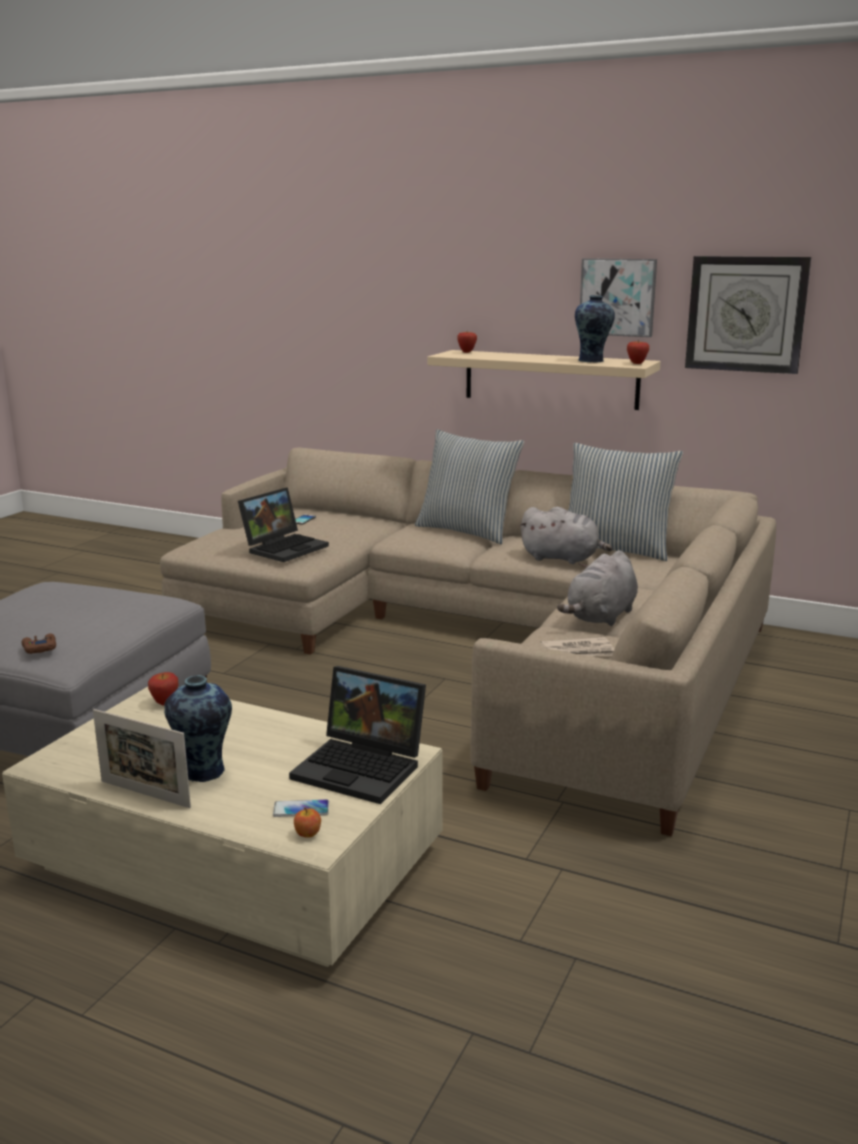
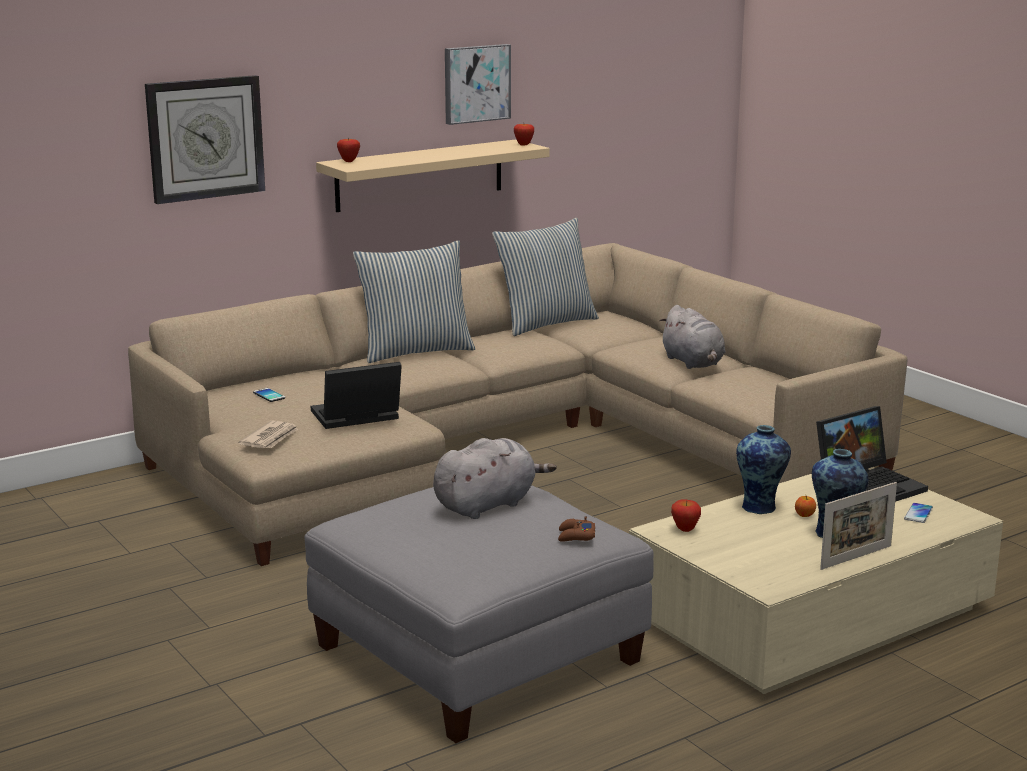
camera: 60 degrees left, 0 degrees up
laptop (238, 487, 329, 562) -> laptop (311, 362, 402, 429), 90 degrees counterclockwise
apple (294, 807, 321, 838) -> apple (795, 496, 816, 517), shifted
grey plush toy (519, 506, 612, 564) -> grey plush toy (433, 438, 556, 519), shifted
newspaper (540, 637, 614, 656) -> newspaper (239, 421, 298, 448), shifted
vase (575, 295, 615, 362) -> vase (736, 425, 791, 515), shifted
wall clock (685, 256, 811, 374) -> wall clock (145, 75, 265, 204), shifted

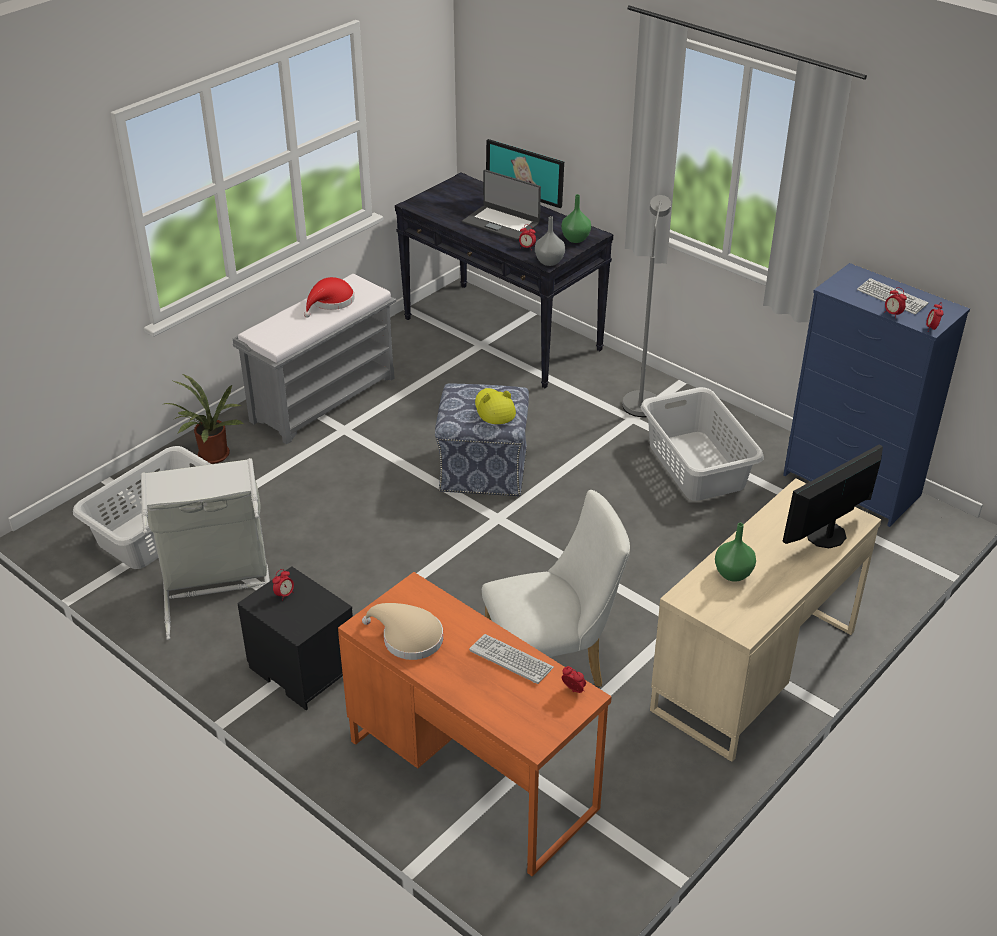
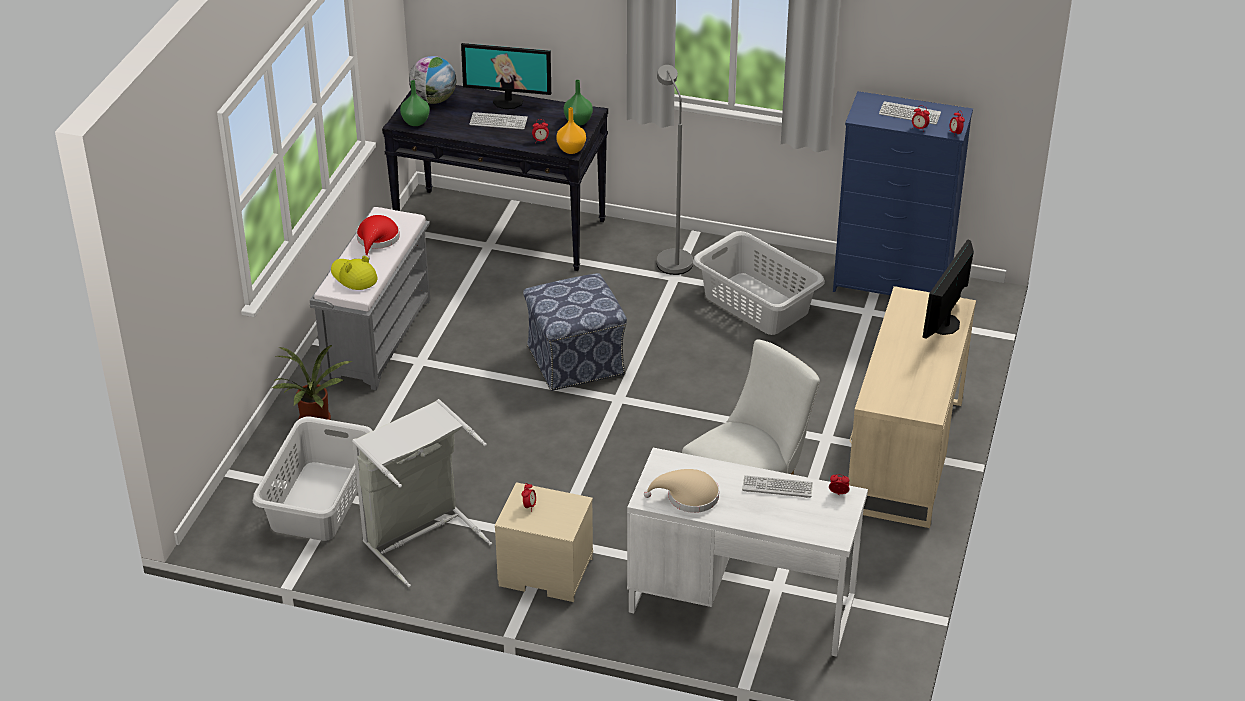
camera: 25 degrees left, 0 degrees up
black nightstand (238, 566, 353, 711) -> beige nightstand (495, 482, 593, 602)
orange desk (338, 572, 612, 877) -> white desk (627, 448, 868, 657)
laptop (462, 170, 541, 241) -> keyboard (469, 112, 528, 129)
yellow hat (475, 388, 516, 424) -> yellow hat (331, 256, 378, 290), shifted
grey vase (535, 216, 565, 266) -> orange vase (556, 107, 586, 154)
green vase (715, 523, 756, 582) -> green vase (400, 80, 430, 126), shifted
none -> globe (409, 56, 456, 104)

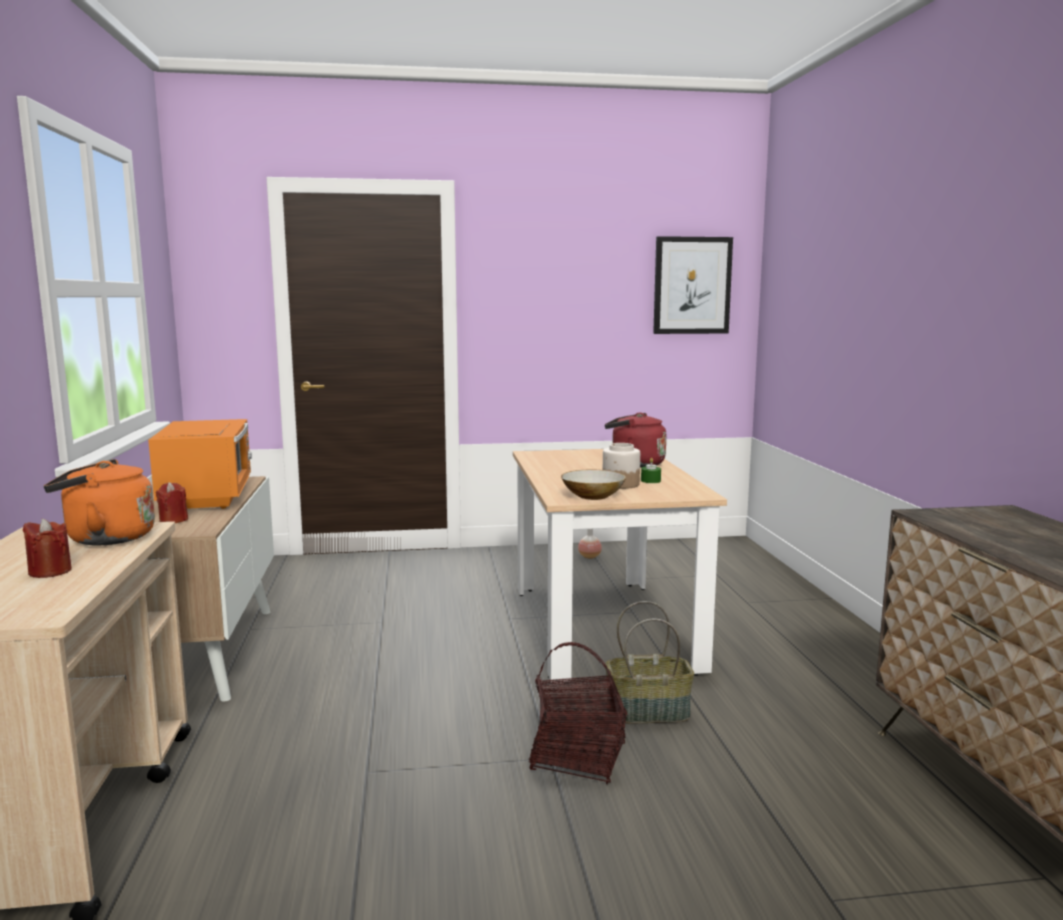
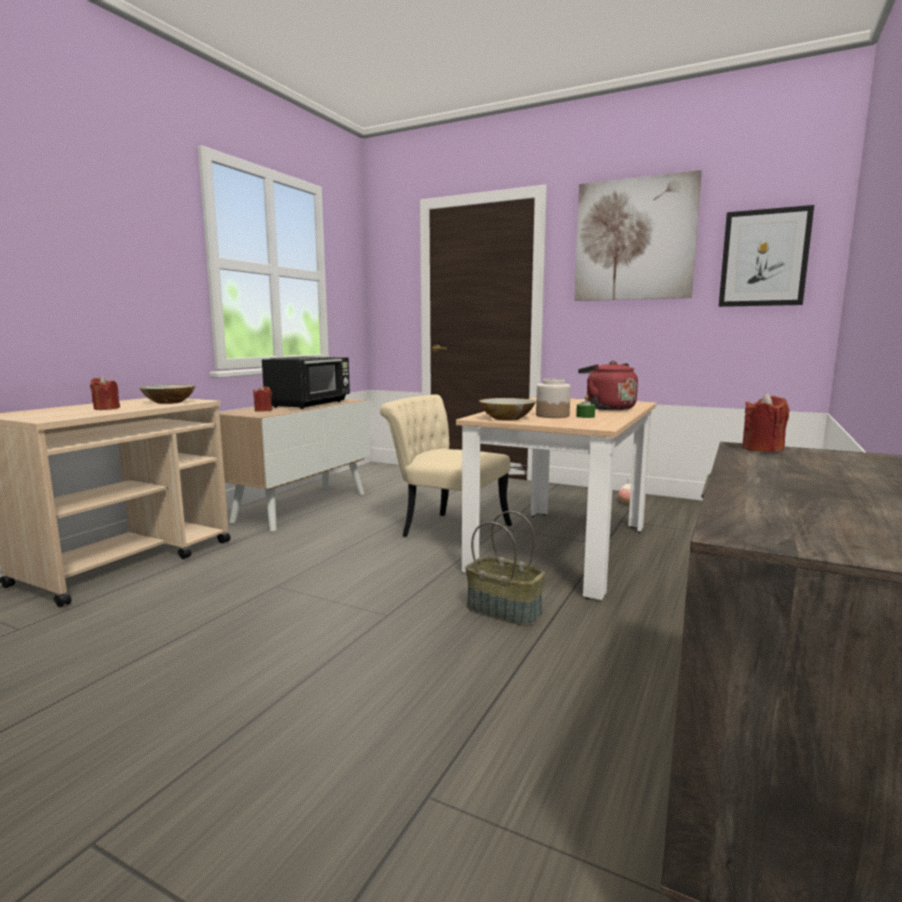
camera: 35 degrees right, 0 degrees up
orange kettle (44, 459, 155, 545) -> bowl (139, 384, 195, 404)
orange microwave (148, 419, 252, 509) -> black microwave (262, 357, 350, 409)
basket (529, 642, 628, 784) -> none
none -> beige chair (380, 394, 512, 537)
none -> picture (574, 170, 702, 301)
none -> red candle (742, 393, 790, 452)

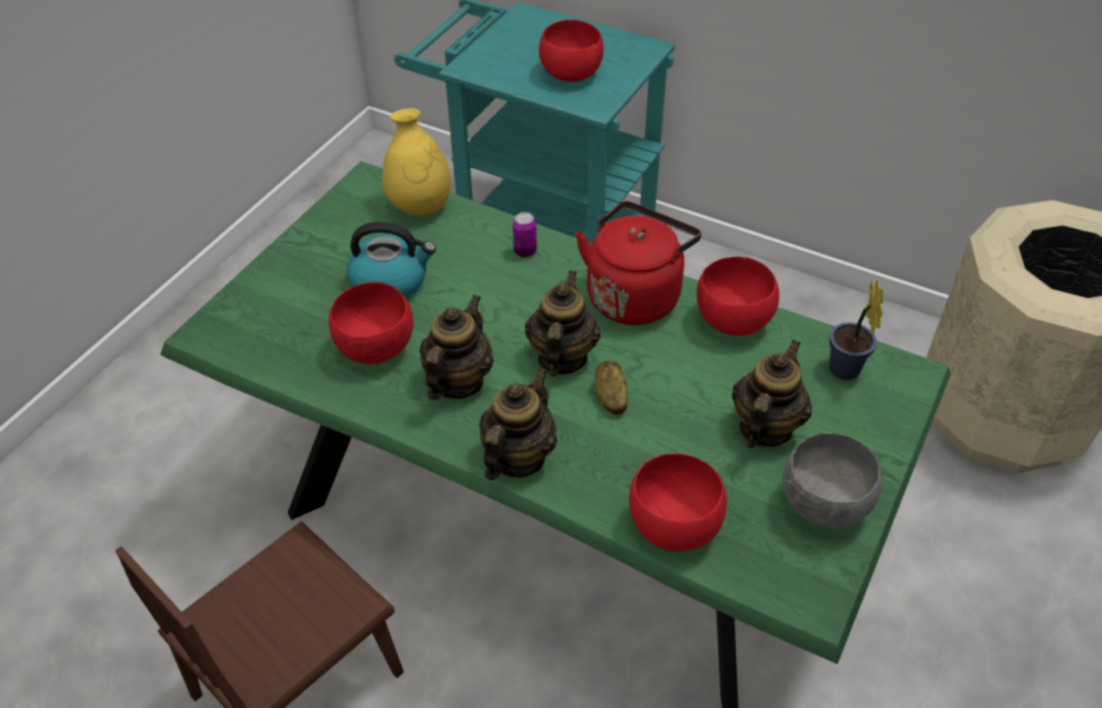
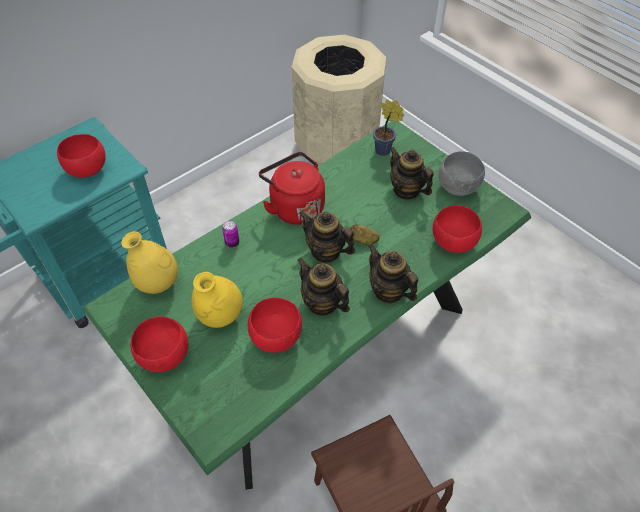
camera: 70 degrees left, 5 degrees up
kettle (347, 222, 436, 298) -> yellow vase (192, 272, 243, 328)
red bowl (697, 257, 779, 336) -> red bowl (131, 317, 188, 372), shifted

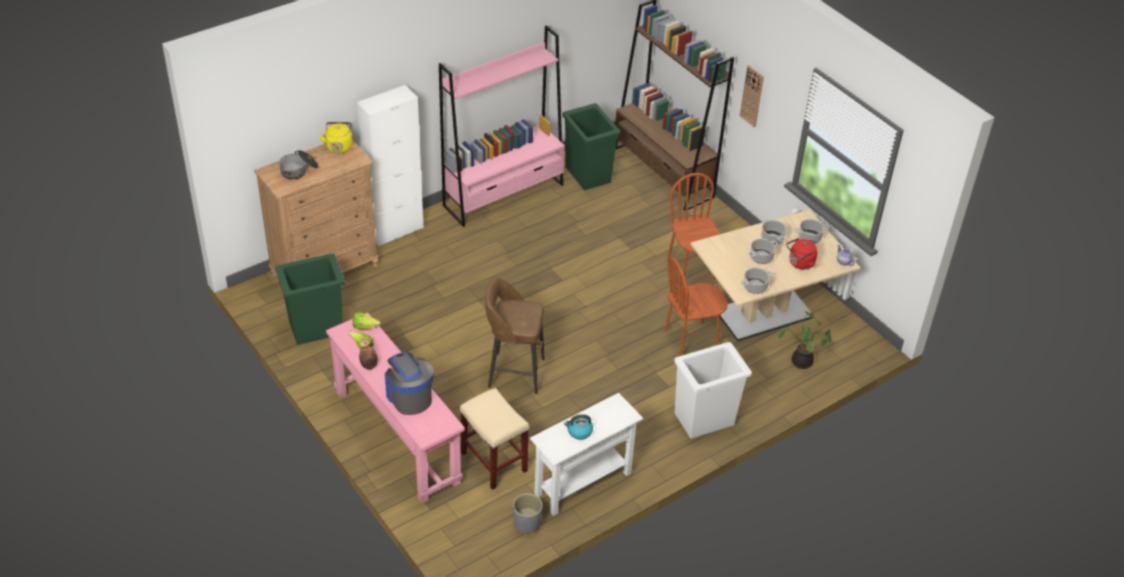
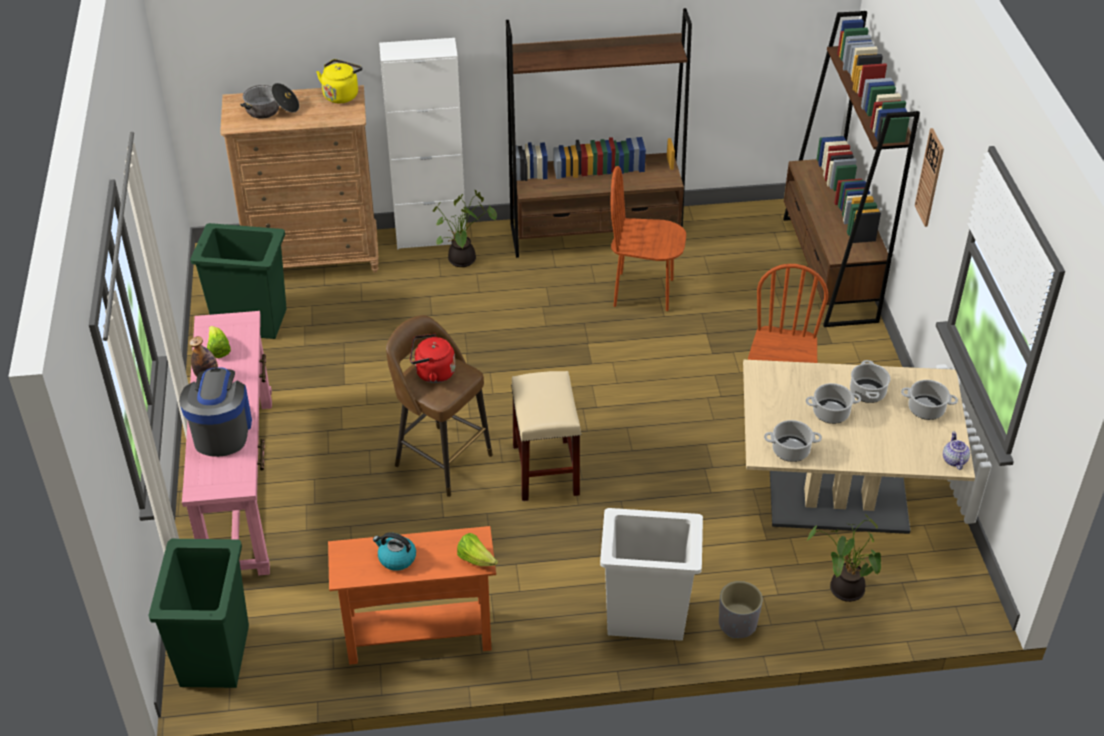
camera: 30 degrees right, 0 degrees up
lettuce (353, 312, 381, 329) -> lettuce (457, 533, 498, 566), shifted
pink bookcase (439, 25, 565, 227) -> brown bookcase (506, 8, 692, 258)
beige stool (460, 388, 529, 490) -> beige stool (511, 371, 581, 501), shifted
grey planter (513, 493, 543, 534) -> grey planter (719, 581, 762, 639), shifted
white console table (530, 393, 643, 516) -> orange console table (328, 526, 496, 665)
green trash can (562, 103, 620, 190) -> green trash can (149, 539, 249, 688), shifted
brown chair (665, 257, 728, 356) -> brown chair (611, 166, 686, 311), shifted
red kettle (786, 238, 818, 270) -> red kettle (410, 334, 455, 383), shifted
none -> potted plant (433, 190, 497, 267)

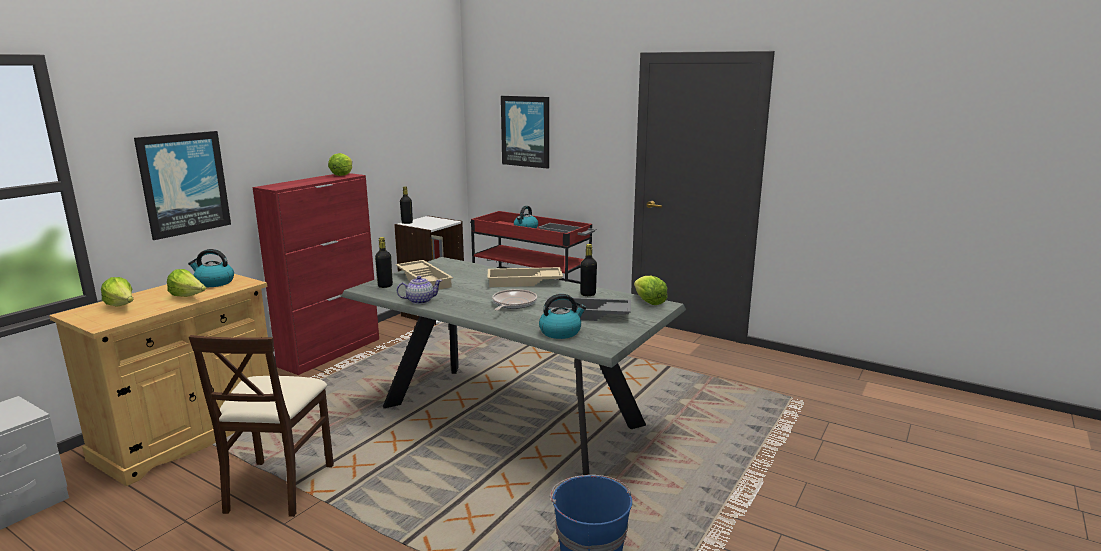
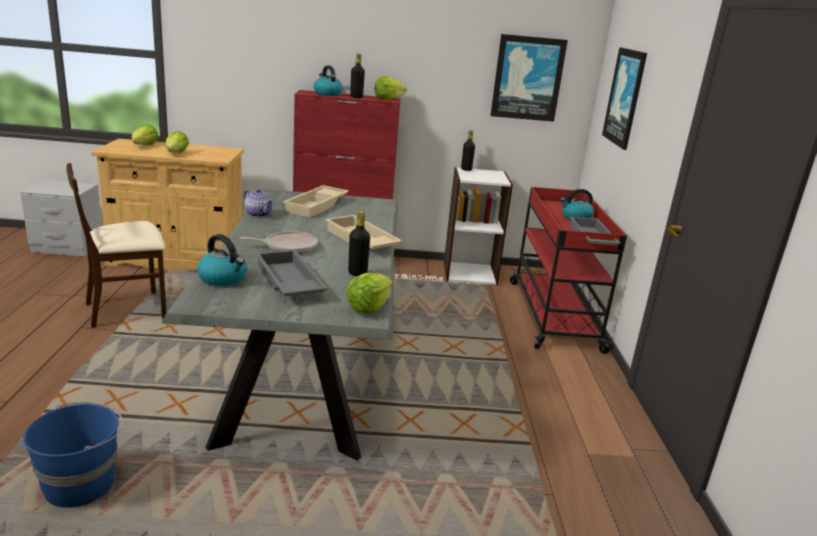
camera: 55 degrees right, 5 degrees up
picture (134, 131, 231, 240) -> picture (490, 34, 568, 122), shifted
kettle (188, 249, 234, 287) -> kettle (314, 65, 343, 96), shifted
black bottle (375, 237, 393, 288) -> black bottle (350, 54, 365, 98), shifted

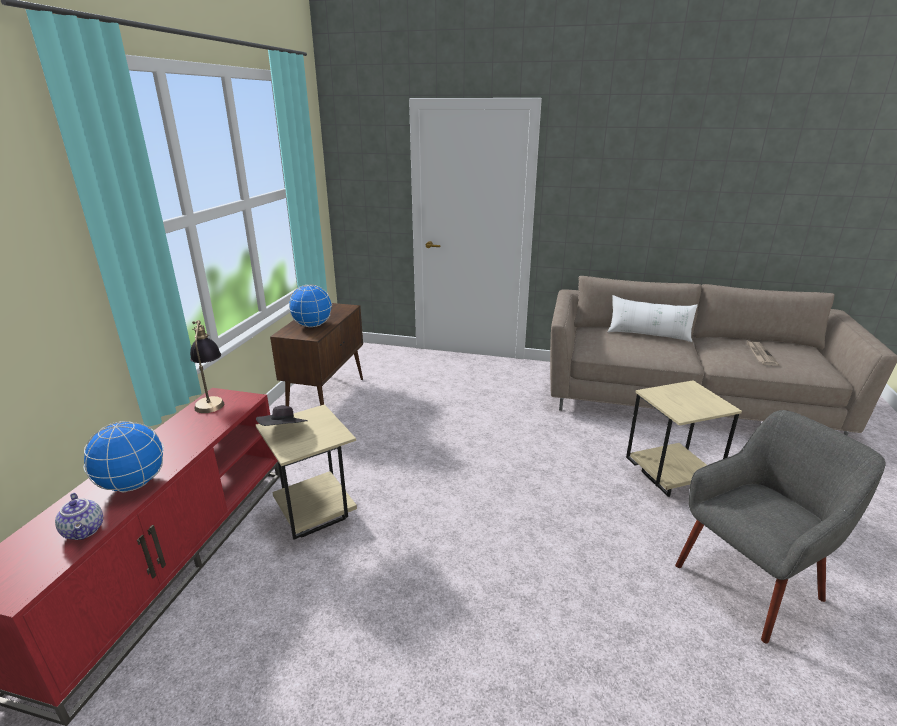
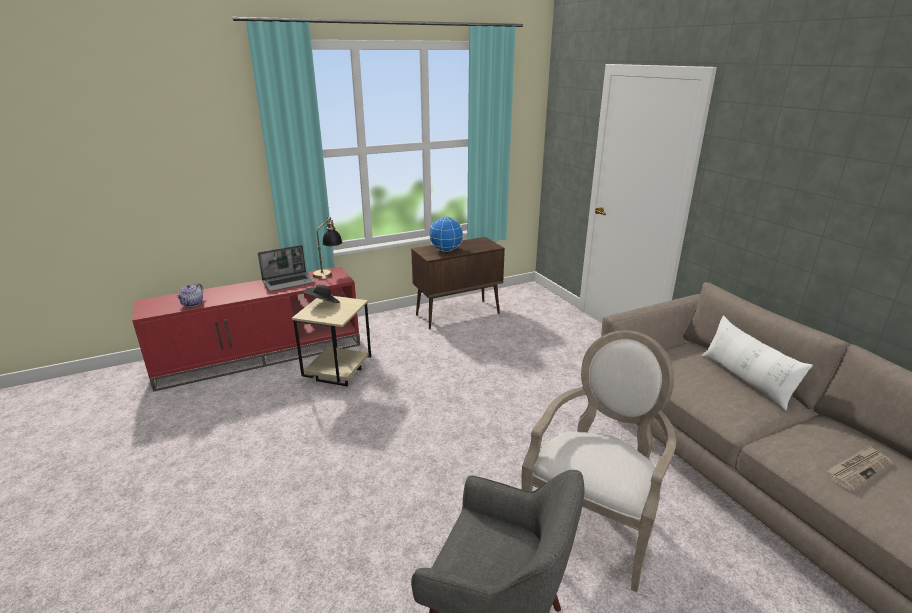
camera: 50 degrees right, 0 degrees up
globe (83, 421, 164, 492) -> none
beige side table (626, 380, 742, 497) -> armchair (521, 330, 676, 592)
none -> laptop (258, 245, 315, 291)

